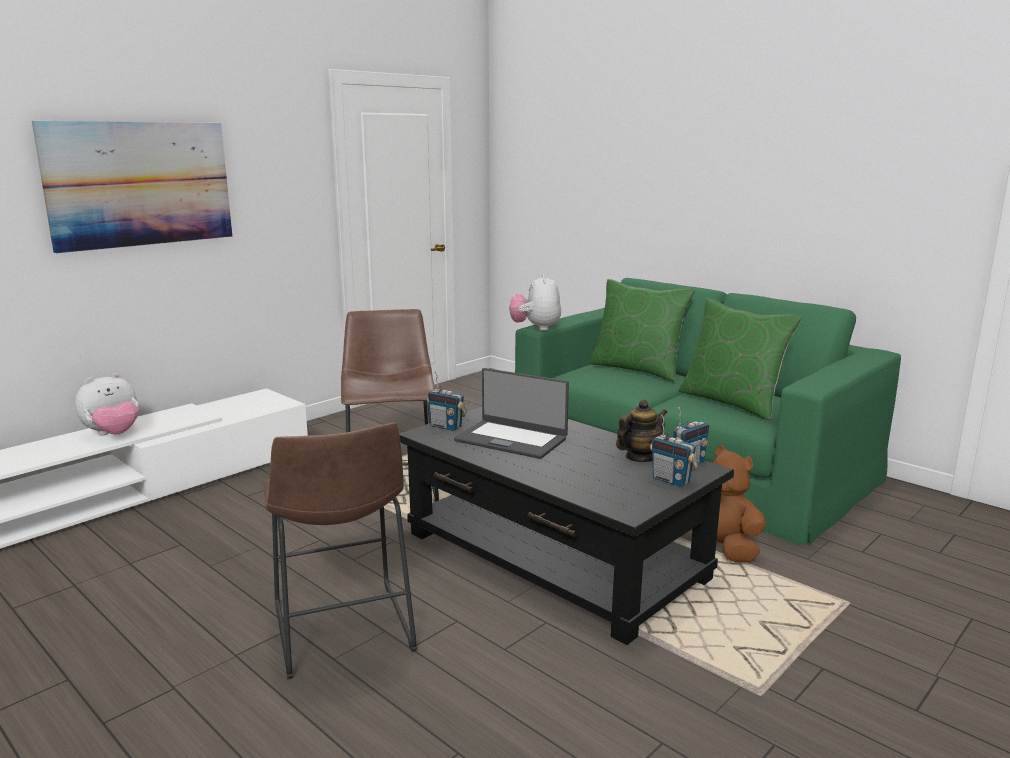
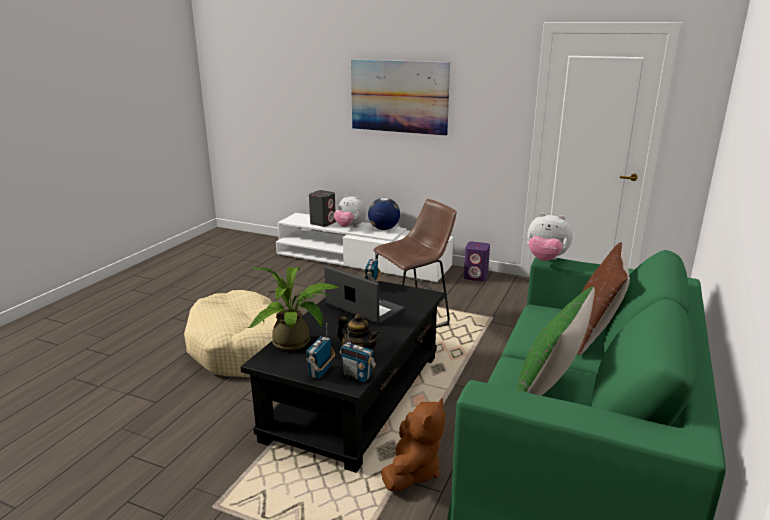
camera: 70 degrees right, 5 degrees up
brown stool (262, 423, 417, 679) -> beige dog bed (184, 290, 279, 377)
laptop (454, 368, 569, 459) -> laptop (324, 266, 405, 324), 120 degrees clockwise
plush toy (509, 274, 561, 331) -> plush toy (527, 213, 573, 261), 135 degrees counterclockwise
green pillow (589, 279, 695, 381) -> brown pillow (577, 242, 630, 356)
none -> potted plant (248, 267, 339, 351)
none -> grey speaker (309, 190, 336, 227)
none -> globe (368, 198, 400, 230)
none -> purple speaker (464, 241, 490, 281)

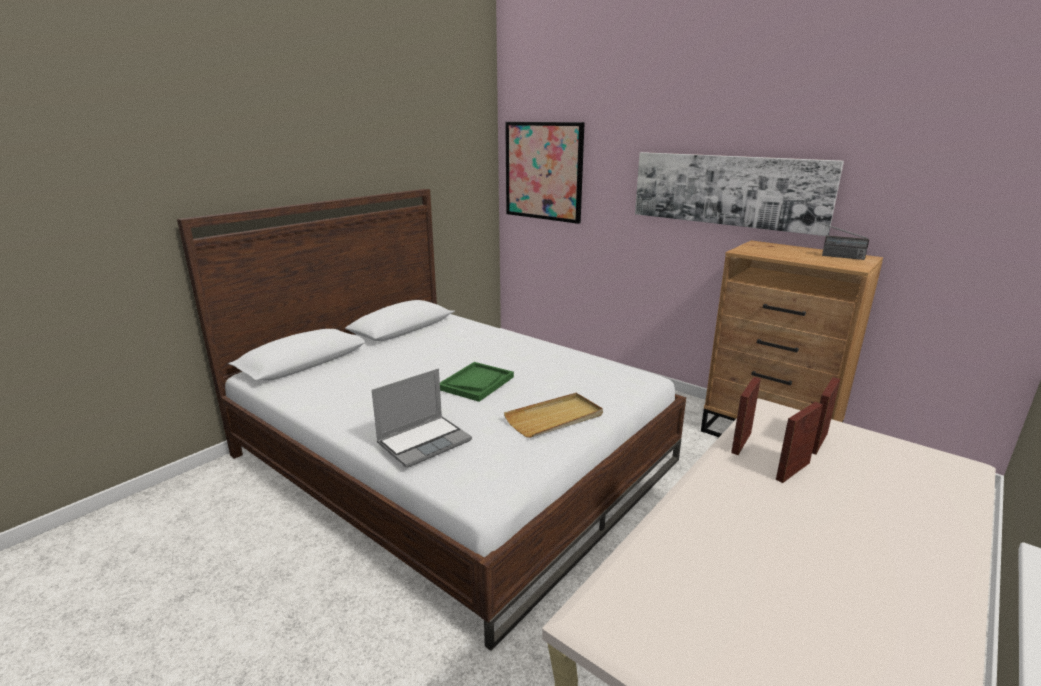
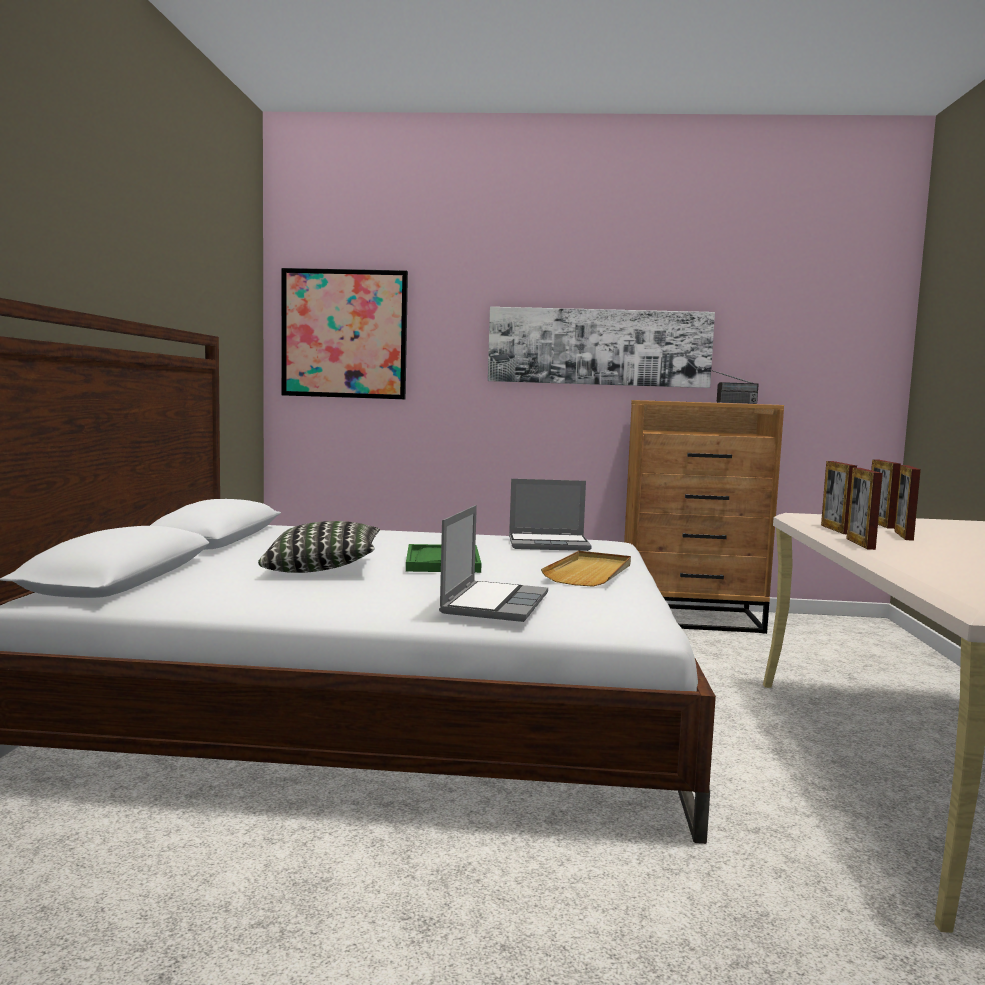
camera: 35 degrees left, 15 degrees down
none -> pillow (258, 521, 380, 573)
none -> laptop (509, 479, 592, 551)
none -> picture frame (846, 468, 883, 550)

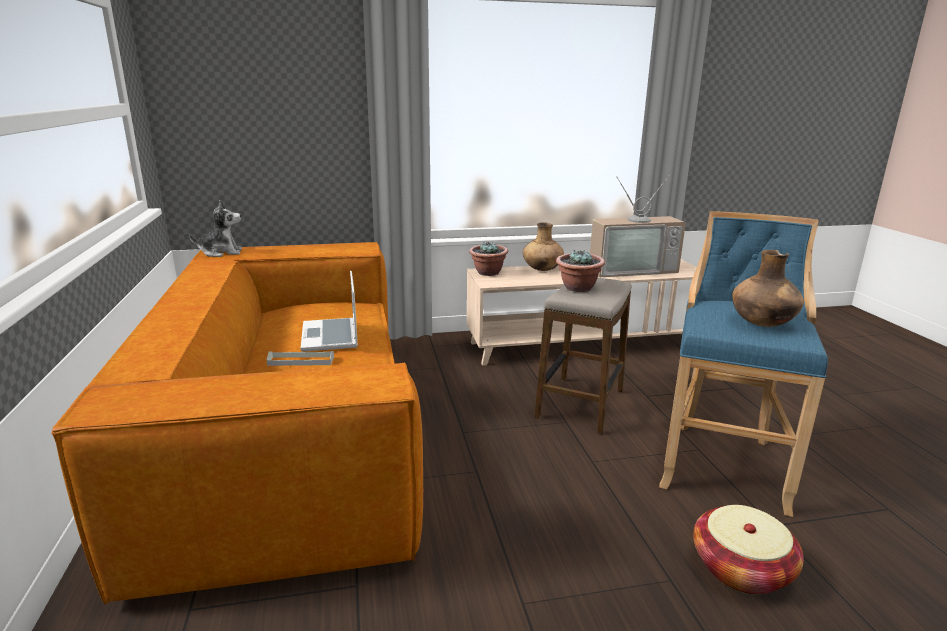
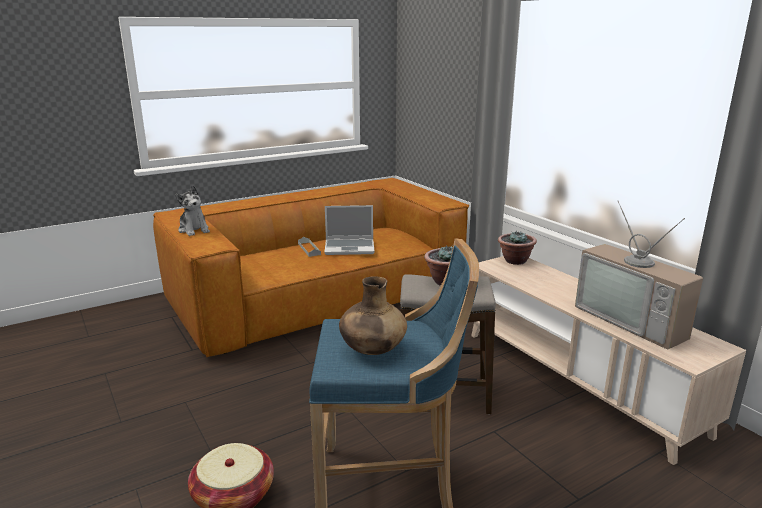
camera: 70 degrees right, 0 degrees up
plush toy (189, 200, 242, 257) -> plush toy (175, 186, 210, 236), shifted
laptop (301, 271, 358, 352) -> laptop (325, 205, 375, 255), 150 degrees counterclockwise
brown vase (523, 222, 564, 271) -> none

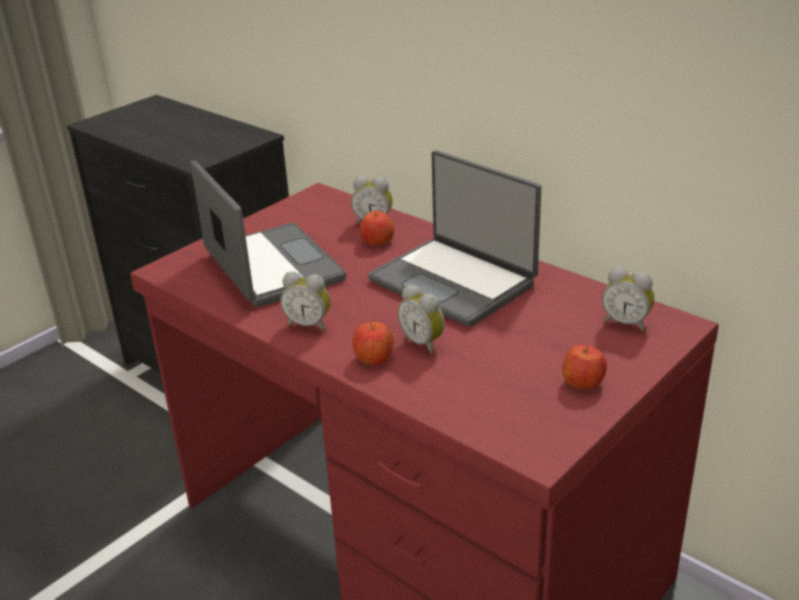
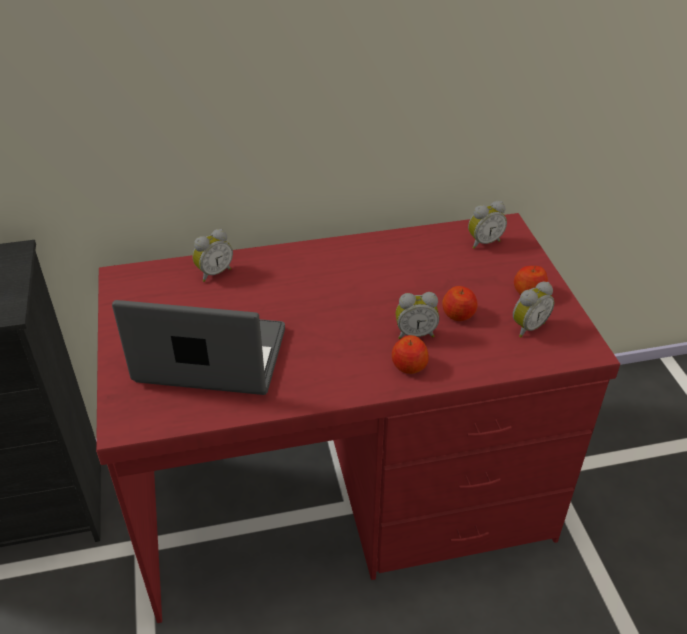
camera: 55 degrees left, 10 degrees up
alarm clock (280, 272, 331, 331) -> alarm clock (513, 282, 554, 337), shifted
apple (359, 211, 394, 246) -> apple (442, 286, 478, 321), shifted
laptop (368, 150, 541, 327) -> none

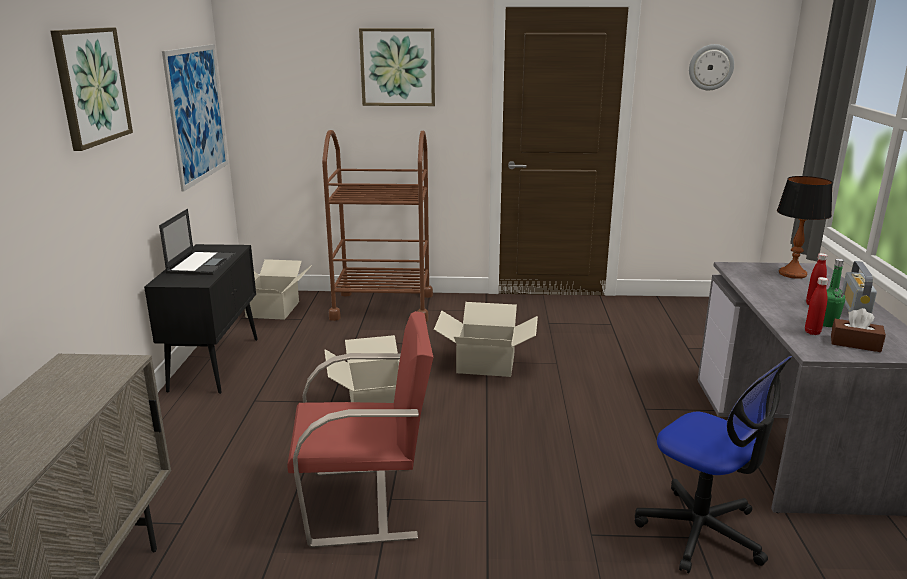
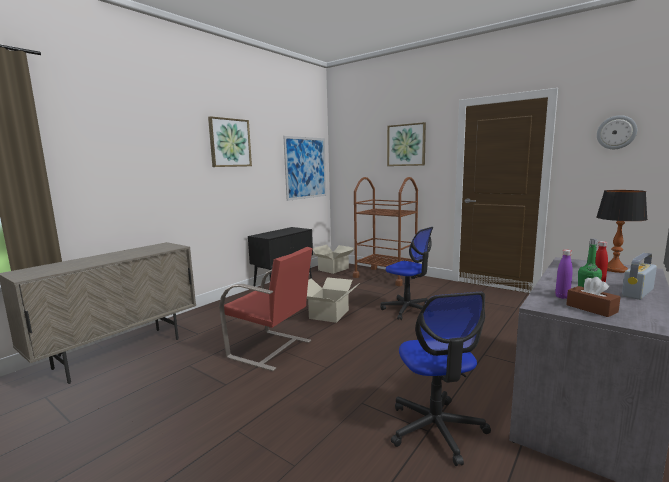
camera: 35 degrees right, 10 degrees down
laptop (159, 209, 236, 275) -> none
cardboard box (434, 302, 538, 377) -> office chair (381, 227, 433, 320)
red bottle (805, 277, 828, 335) -> purple bottle (555, 250, 573, 299)

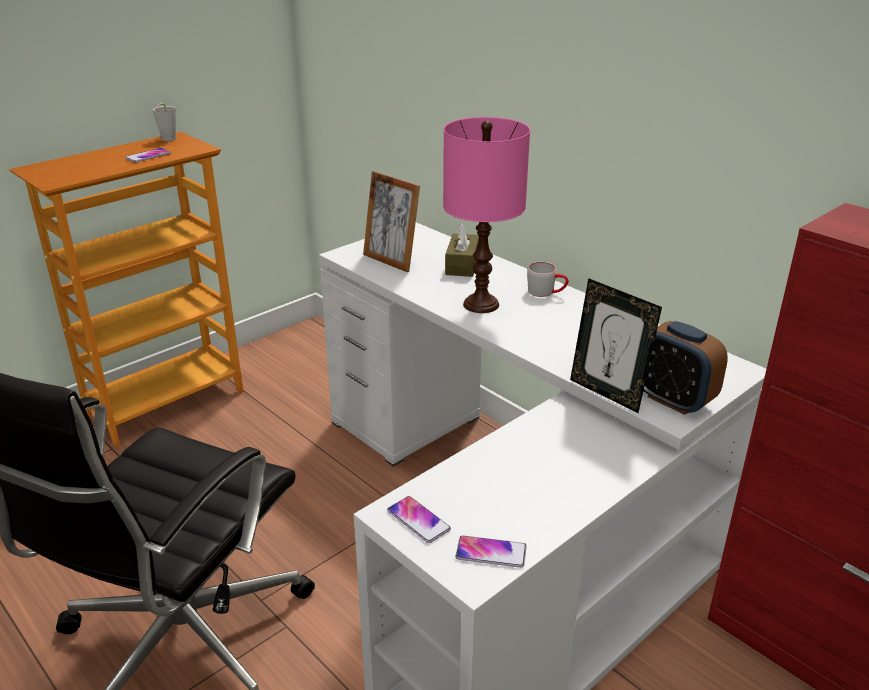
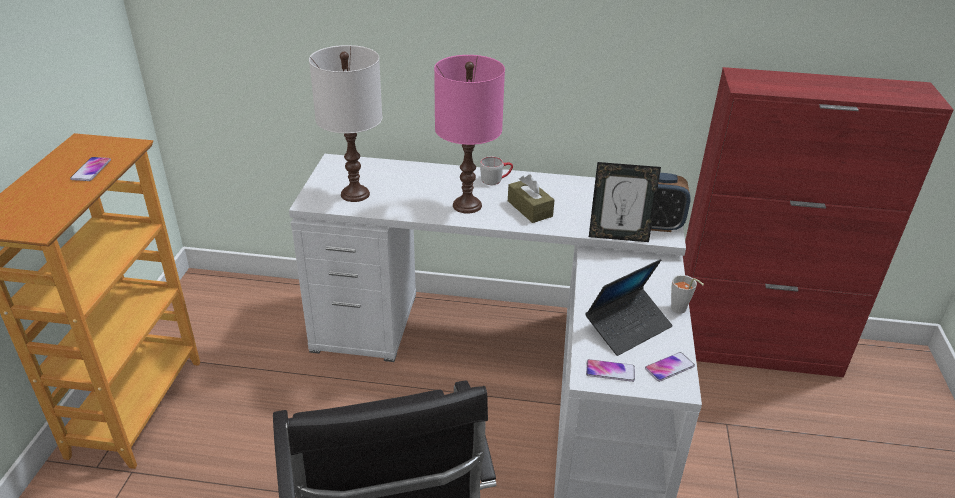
camera: 40 degrees left, 5 degrees up
grey cup (153, 103, 176, 141) -> grey cup (671, 275, 704, 314), shifted
picture frame (363, 171, 420, 272) -> white table lamp (309, 45, 382, 202)
brown tissue box (445, 223, 479, 277) -> brown tissue box (508, 174, 555, 223), shifted
none -> laptop (585, 259, 673, 356)

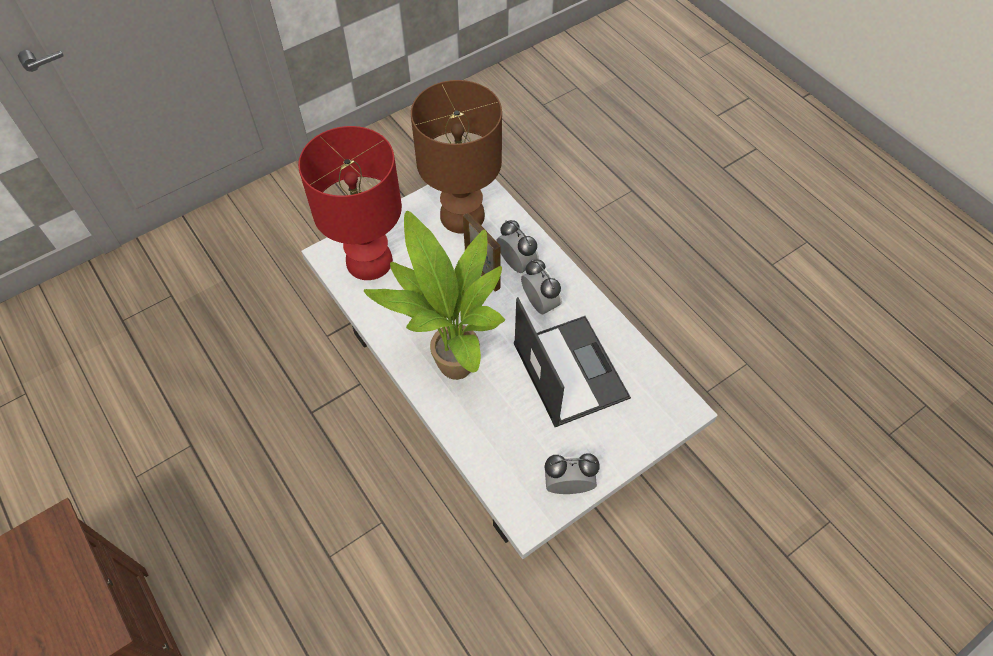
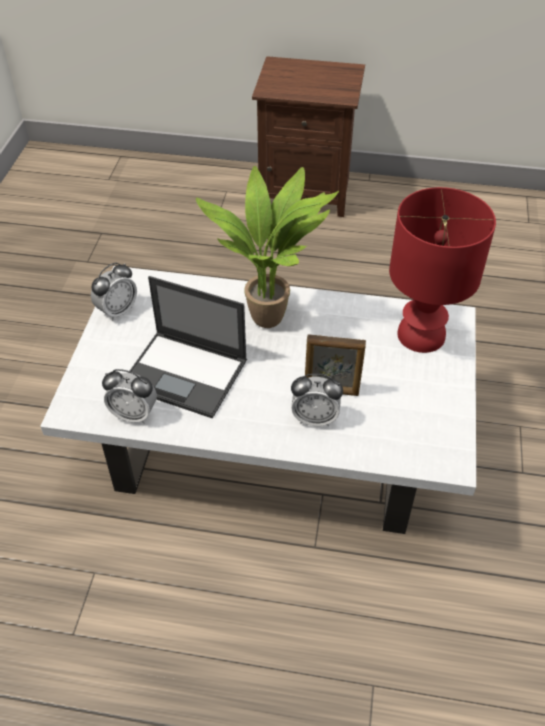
camera: 135 degrees right, 10 degrees down
brown table lamp (411, 80, 502, 234) -> none
alarm clock (521, 259, 562, 314) -> alarm clock (102, 369, 157, 424), shifted

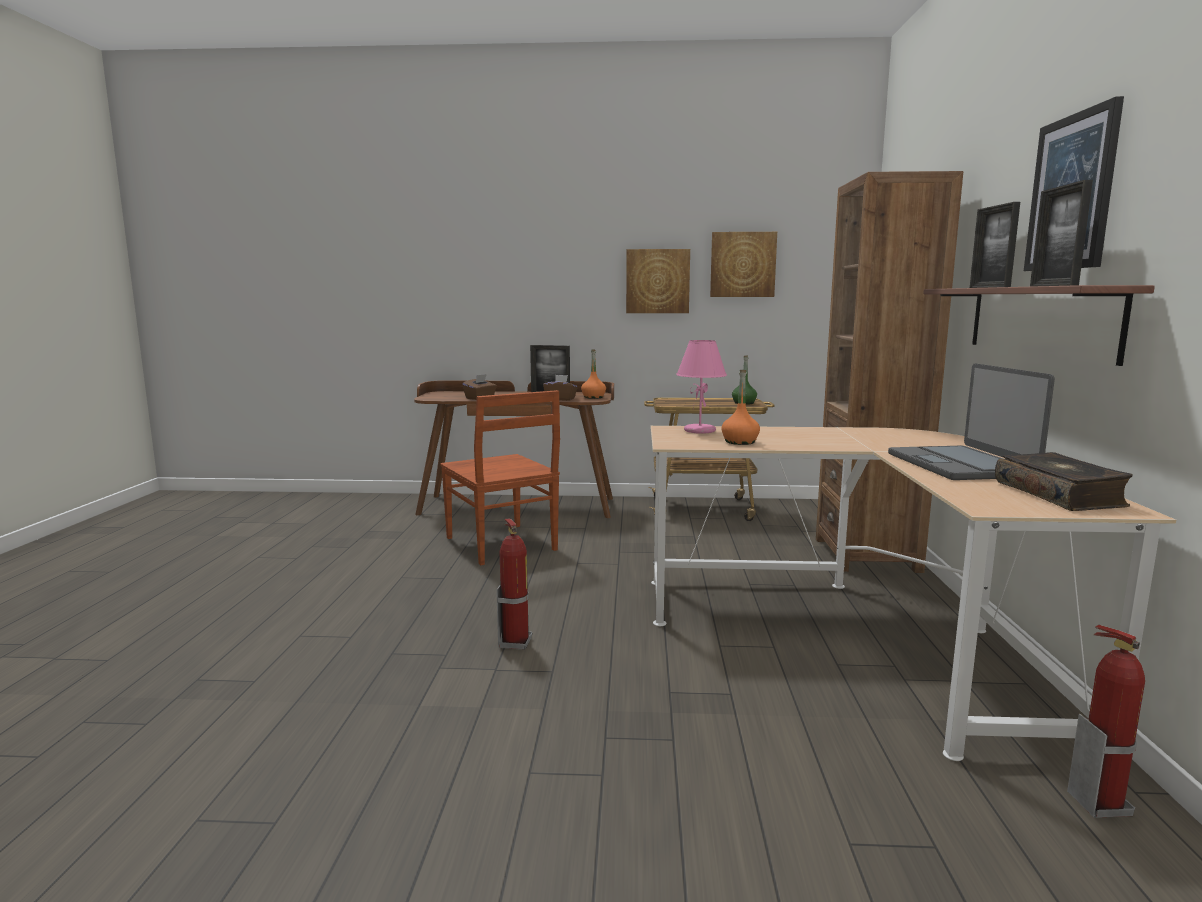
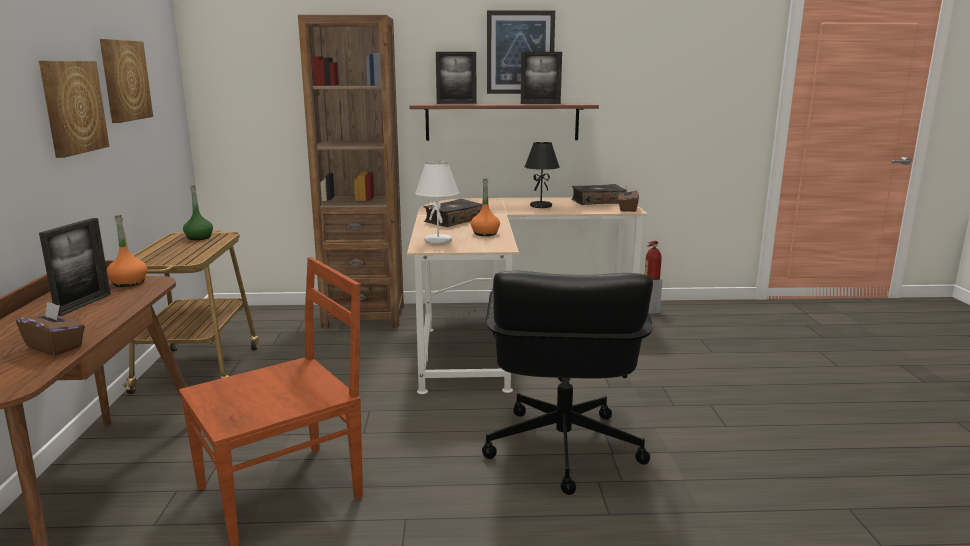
camera: 95 degrees left, 5 degrees up
fire extinguisher (496, 518, 532, 650) -> black office chair (482, 271, 653, 495)
brown tissue box (543, 375, 578, 401) -> brown tissue box (618, 187, 639, 212), shifted
pink table lamp (676, 340, 727, 434) -> white table lamp (415, 161, 459, 244)
laptop (888, 363, 1055, 480) -> black table lamp (524, 142, 560, 208)
none -> book (424, 199, 482, 227)

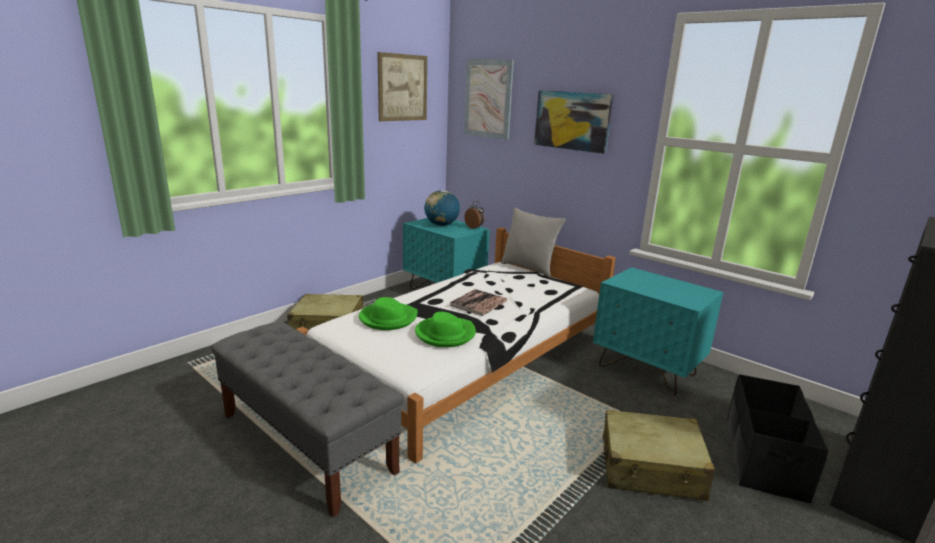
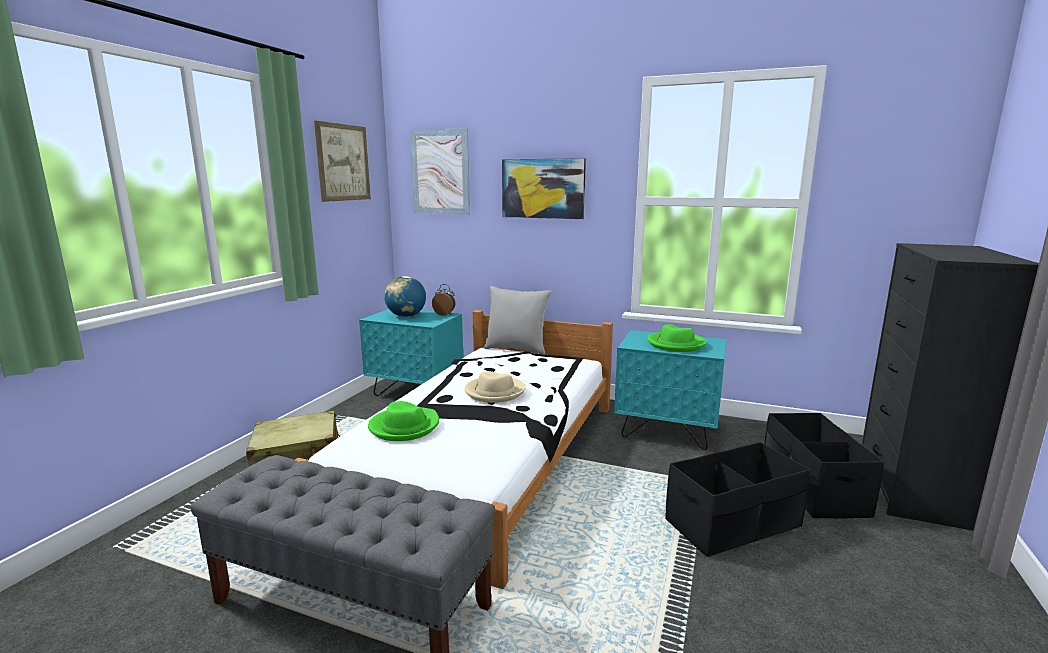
camera: 20 degrees left, 5 degrees down
green hat (415, 312, 476, 347) -> green hat (648, 325, 706, 352), shifted
book (450, 289, 507, 316) -> beige hat (465, 371, 525, 403)
beige suitcase (603, 410, 715, 501) -> black storage box (665, 442, 810, 557)

